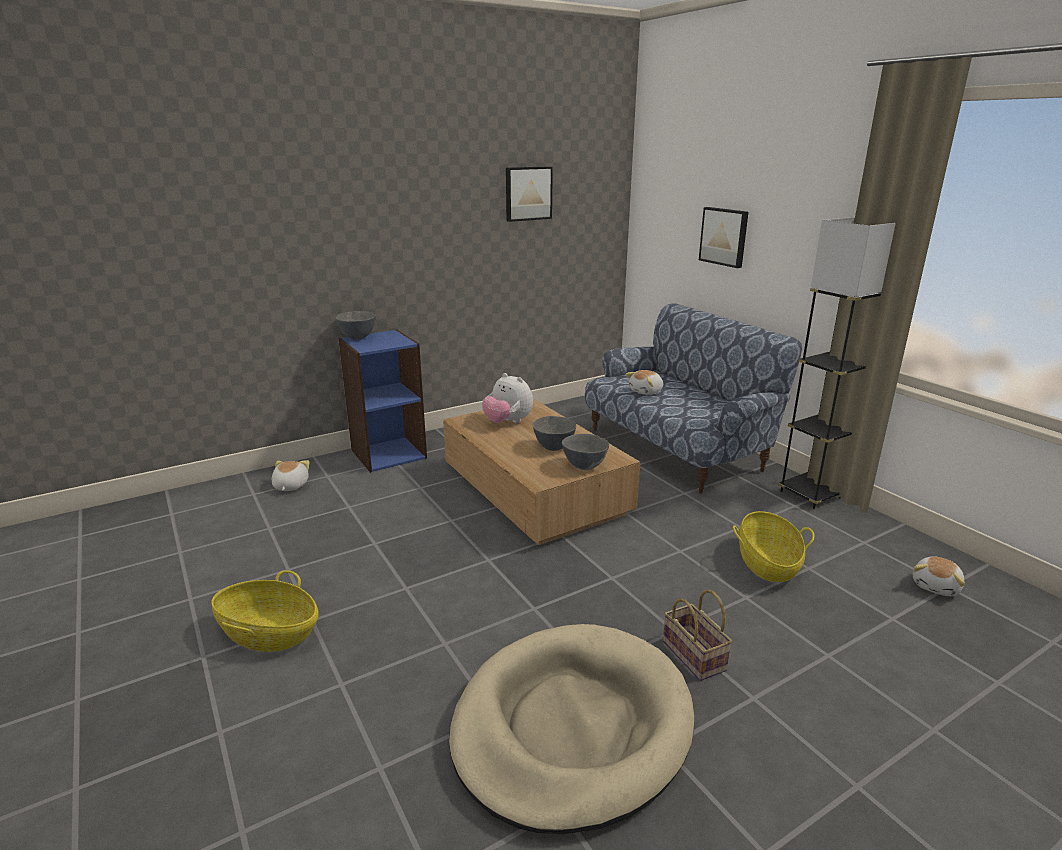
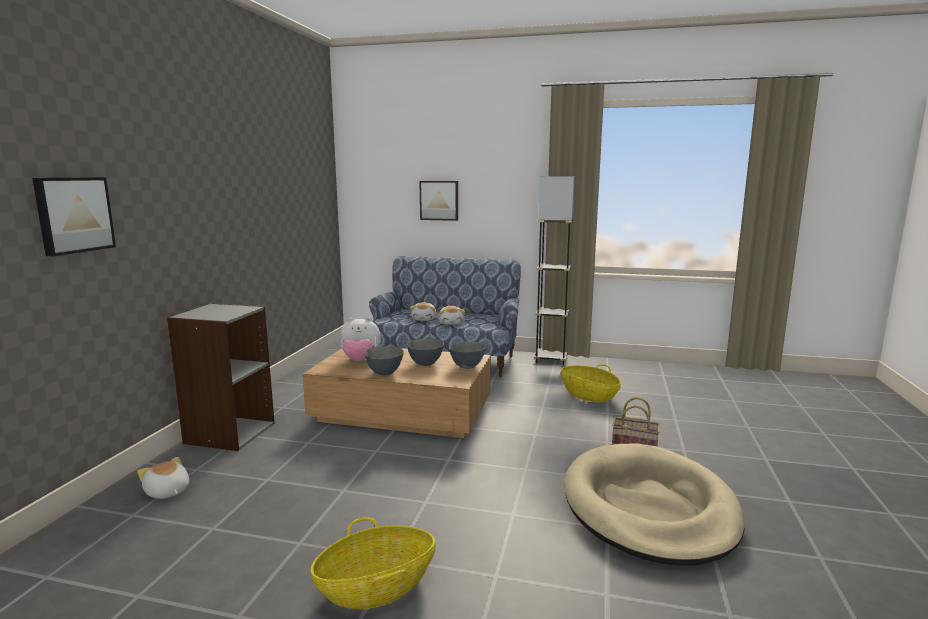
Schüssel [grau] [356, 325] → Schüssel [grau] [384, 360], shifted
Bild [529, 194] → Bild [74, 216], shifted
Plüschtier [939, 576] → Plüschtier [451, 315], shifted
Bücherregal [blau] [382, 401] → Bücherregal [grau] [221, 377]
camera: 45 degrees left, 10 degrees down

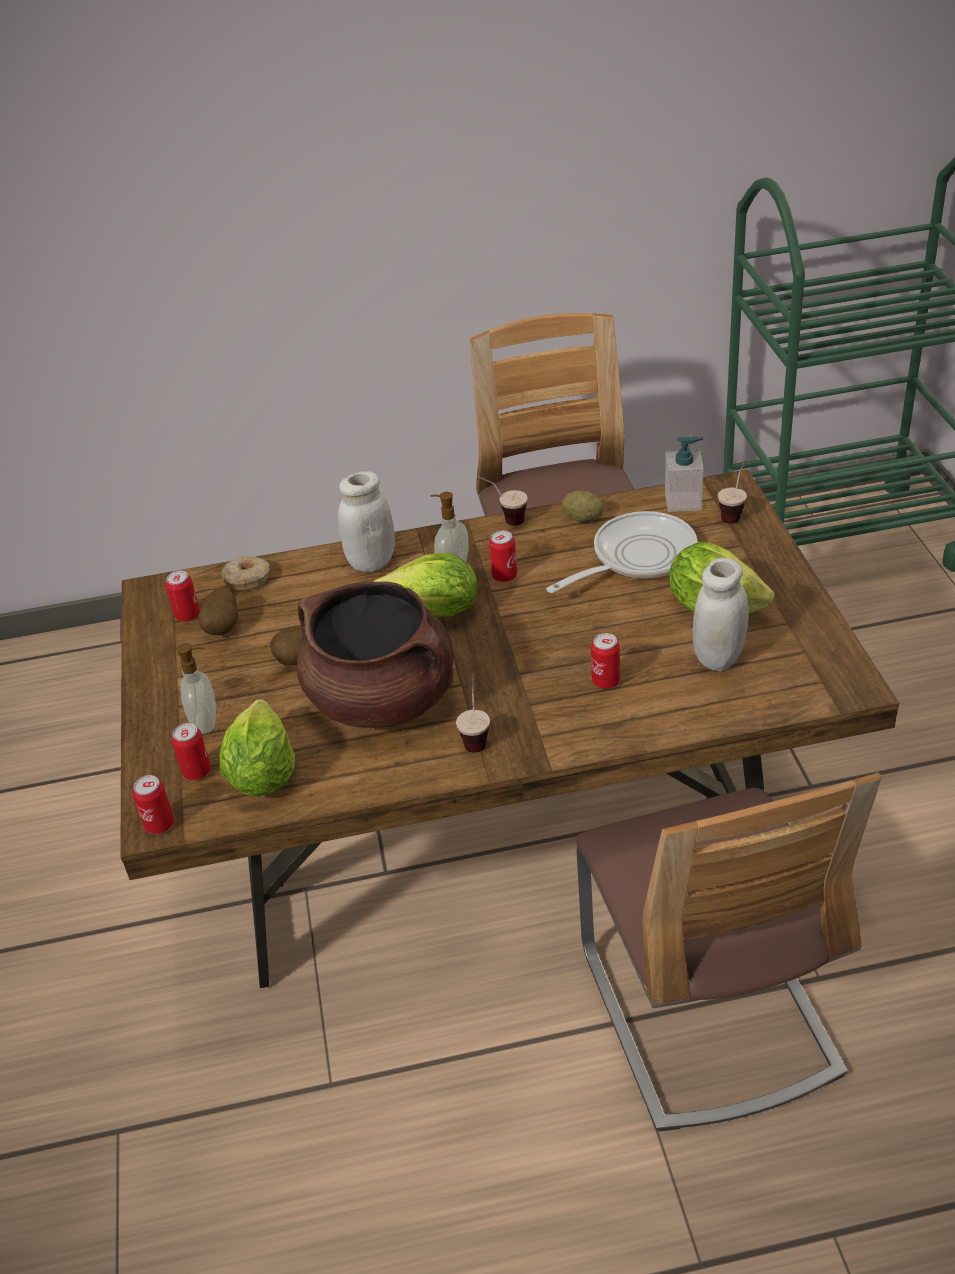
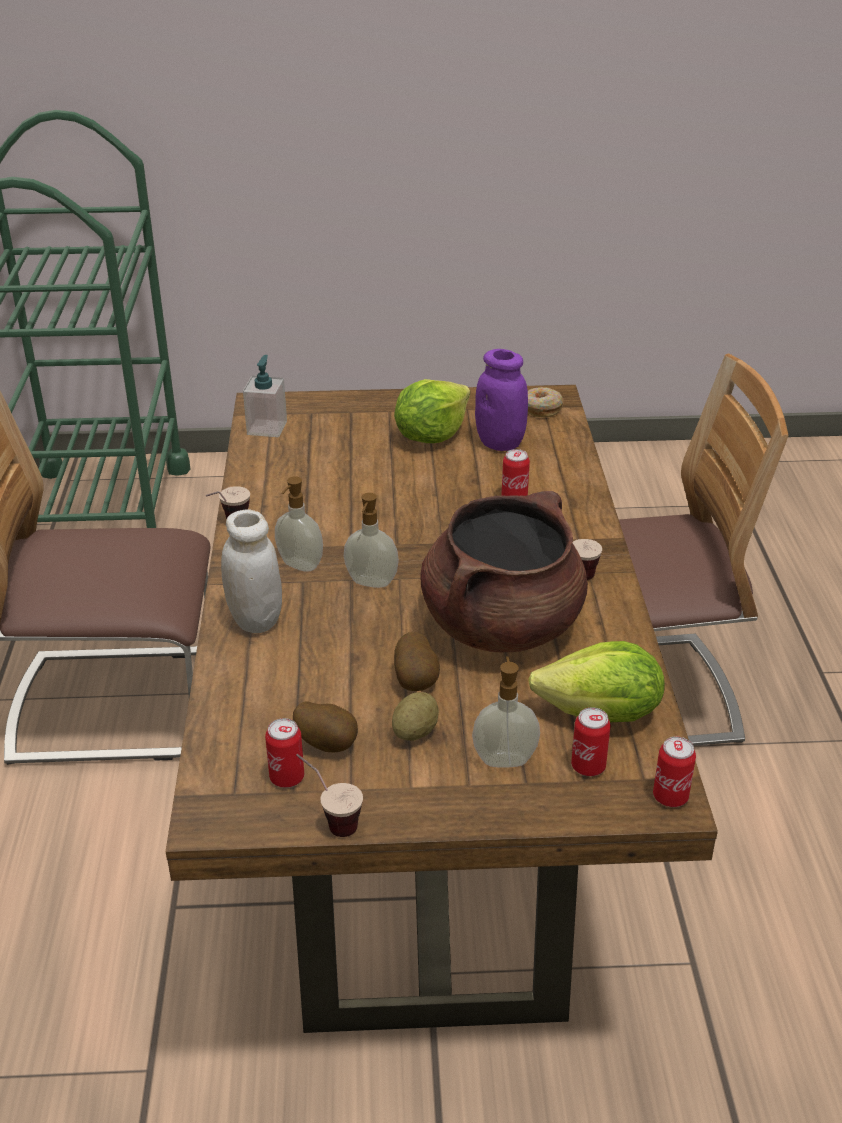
Dose [503, 556] → -
Pfanne [622, 552] → -
Donut [246, 573] → Donut [546, 402], shifted
Kartoffel [582, 506] → Kartoffel [415, 716], shifted
Tasse [732, 491] → Tasse [329, 795], shifted
Salatkopf [425, 585] → Seifenspender [371, 540]
Vorratsglas [weiß] [720, 614] → Vorratsglas [lila] [501, 400]
camera: 85 degrees left, 5 degrees down

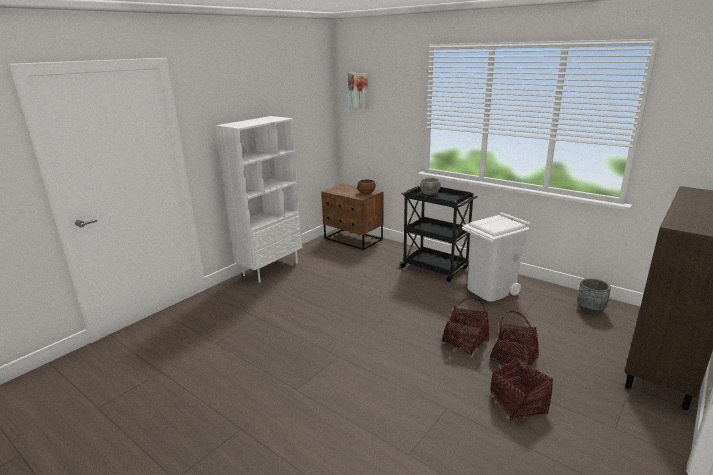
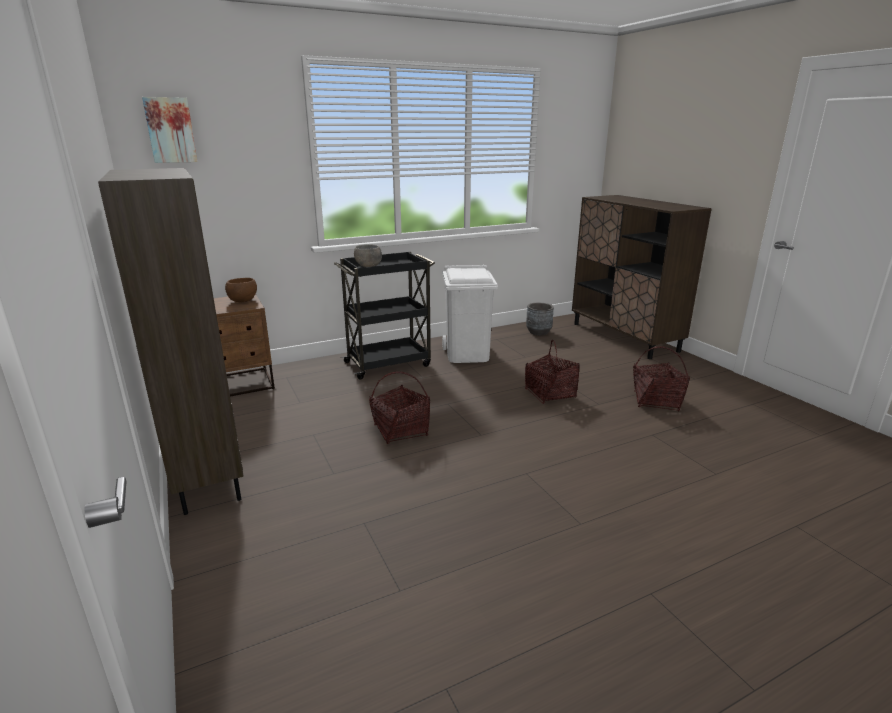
Korb [514, 341] → Korb [399, 407], shifted
Bücherregal [weiß] [259, 199] → Bücherregal [braun] [170, 341]
camera: 65 degrees left, 0 degrees up

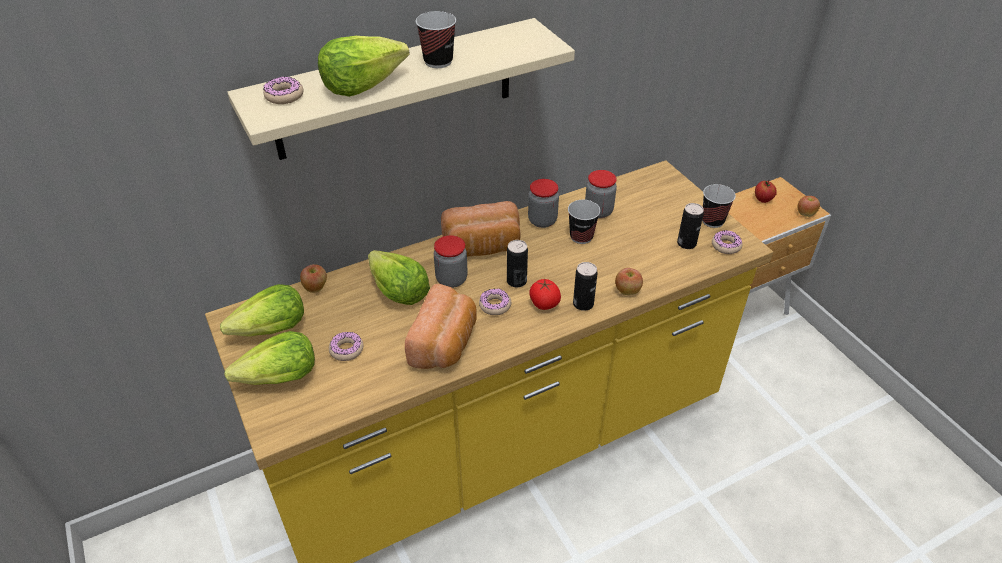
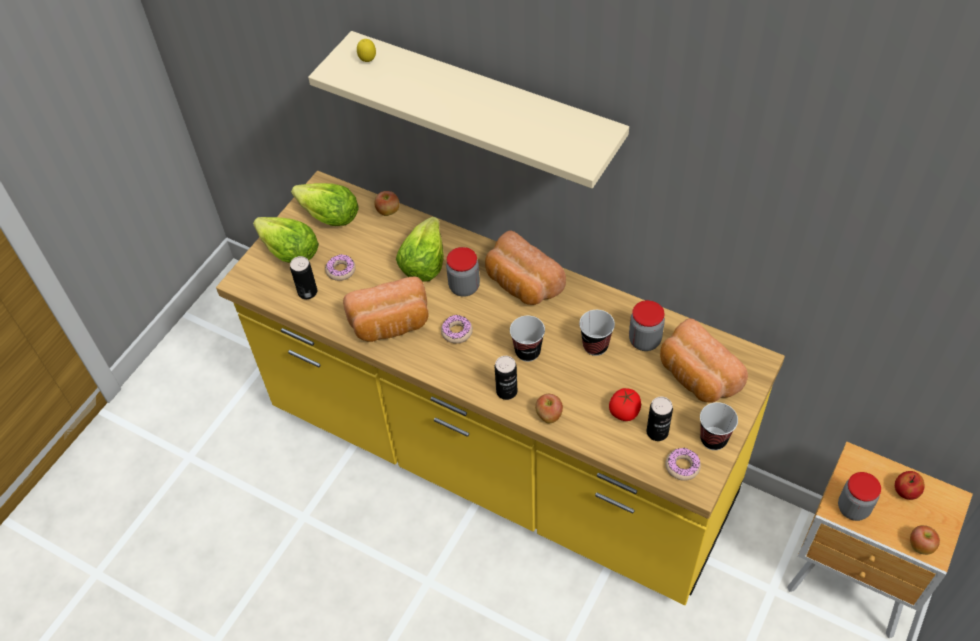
Salatkopf [363, 66] → -
- → Brot [704, 360]
Tasse [436, 39] → Tasse [527, 339], shifted
Dose [517, 263] → Dose [303, 277], shifted
Vorratsglas [543, 203] → Vorratsglas [859, 496], shifted
Tomate [545, 294] → Tomate [625, 404], shifted
Donut [283, 90] → Zitrone [366, 50]
camera: 60 degrees right, 10 degrees up

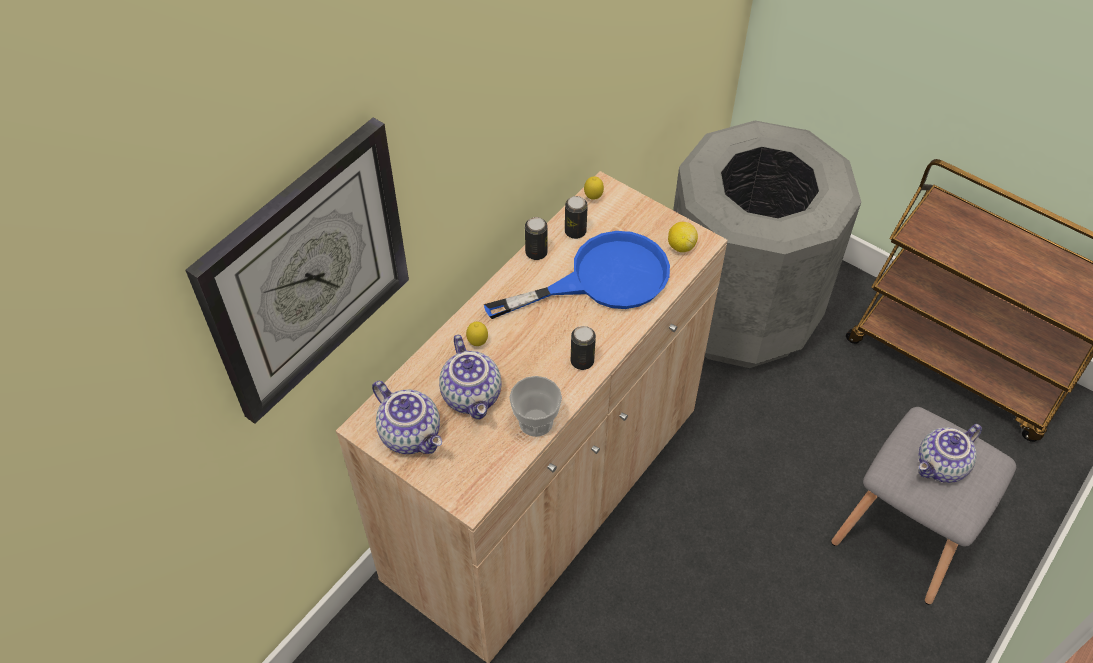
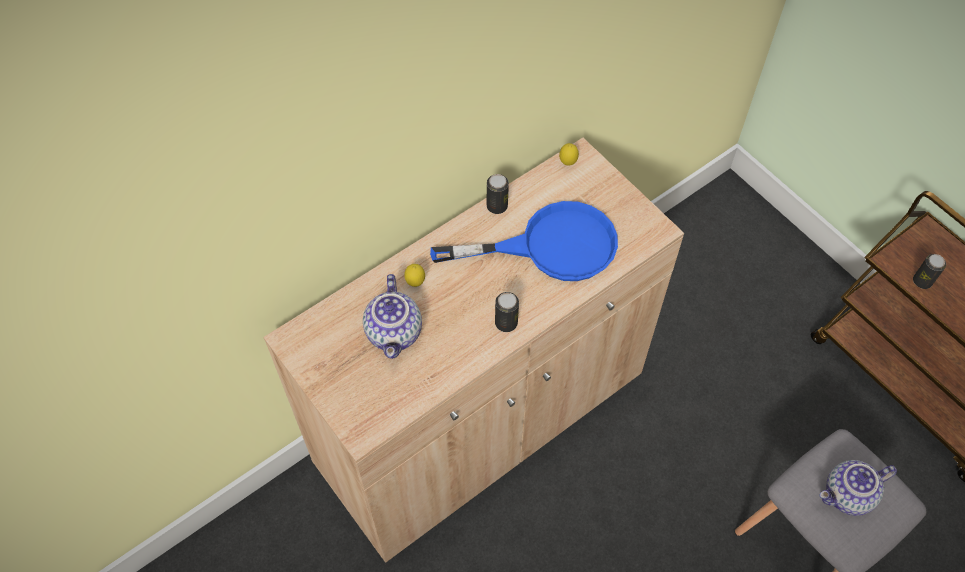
Wanduhr [297, 270] → -
Teekanne [407, 417] → -
Tasse [535, 406] → -
Zitrone [683, 237] → -
Mülleimer [grau] [767, 244] → -
Dose [576, 217] → Dose [929, 271], shifted
camera: 15 degrees right, 5 degrees up

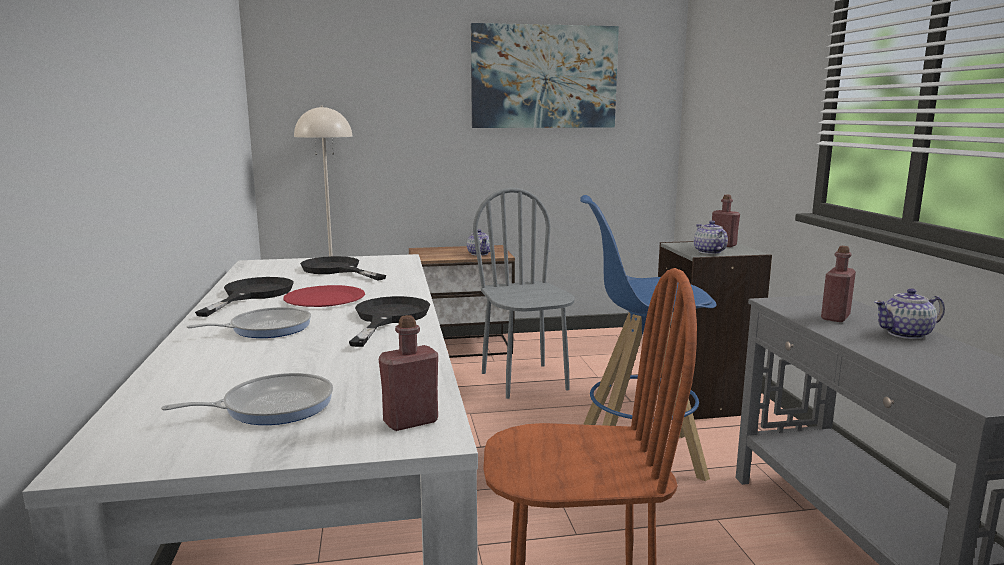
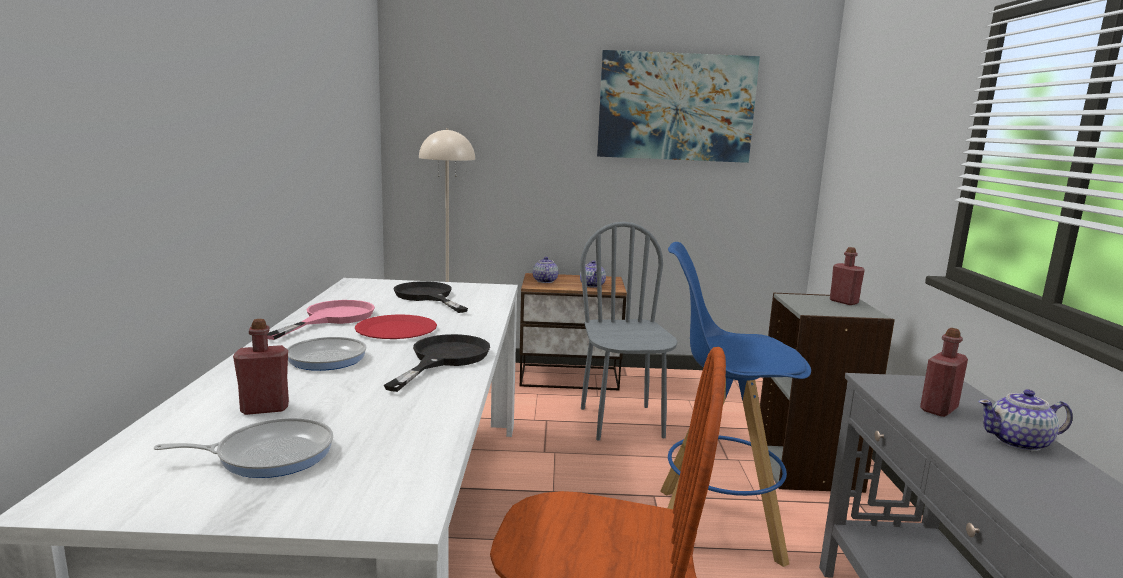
Flasche [rot] [408, 373] → Flasche [rot] [261, 367], shifted
Teekanne [711, 237] → Teekanne [546, 270], shifted
Pfanne [schwarz] [244, 297] → Pfanne [rosa] [321, 320]
camera: 10 degrees right, 0 degrees up

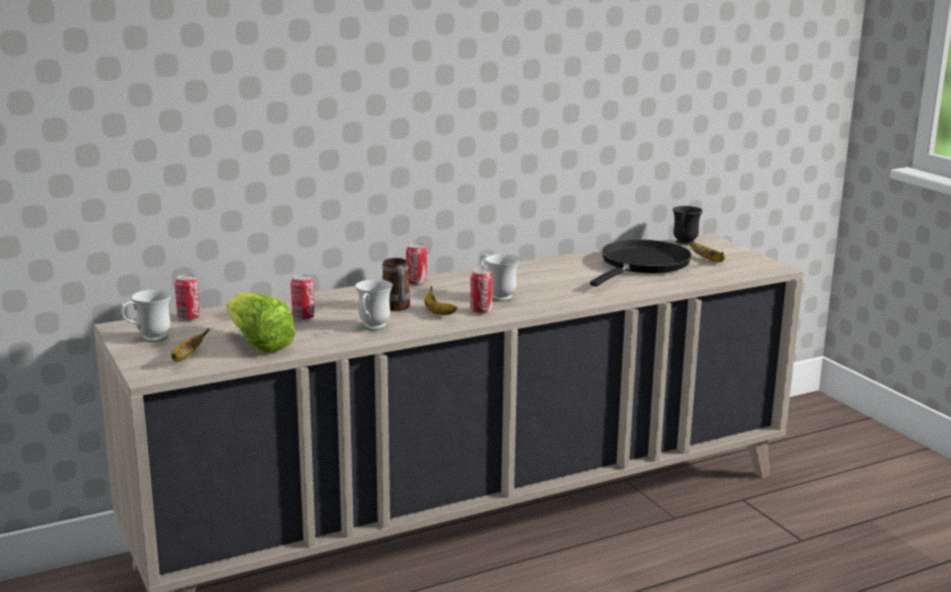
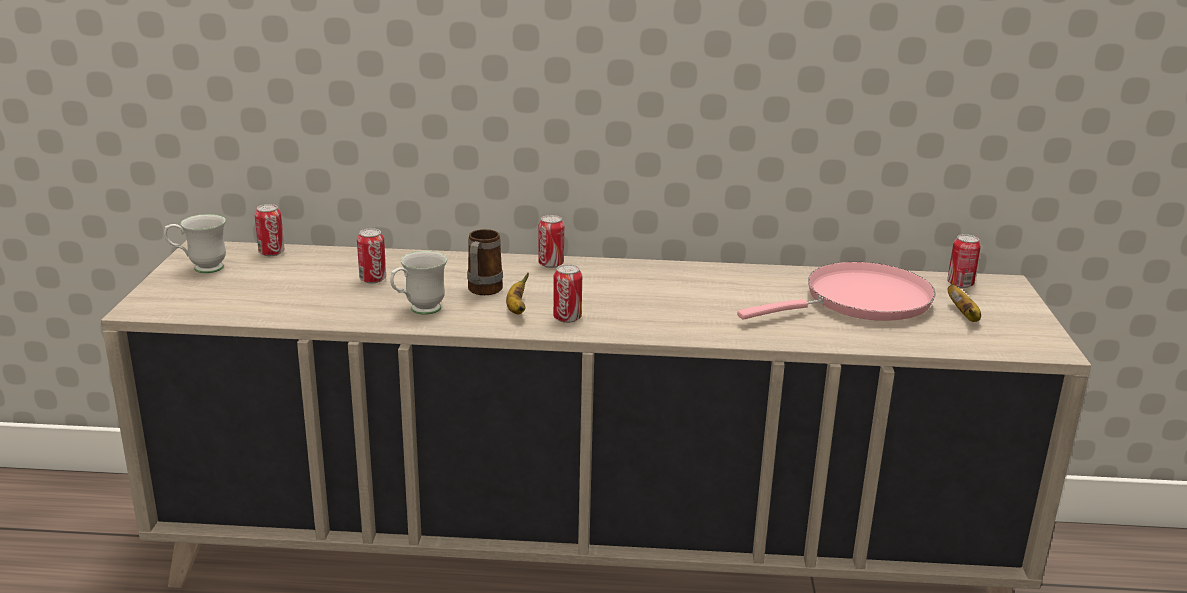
Banane [190, 345] → -
Salatkopf [260, 322] → -
Henkelbecher [weiß] [500, 277] → -
Henkelbecher [schwarz] [687, 226] → Dose [964, 261]
Pfanne [schwarz] [641, 263] → Pfanne [rosa] [836, 291]
camera: 30 degrees right, 5 degrees up

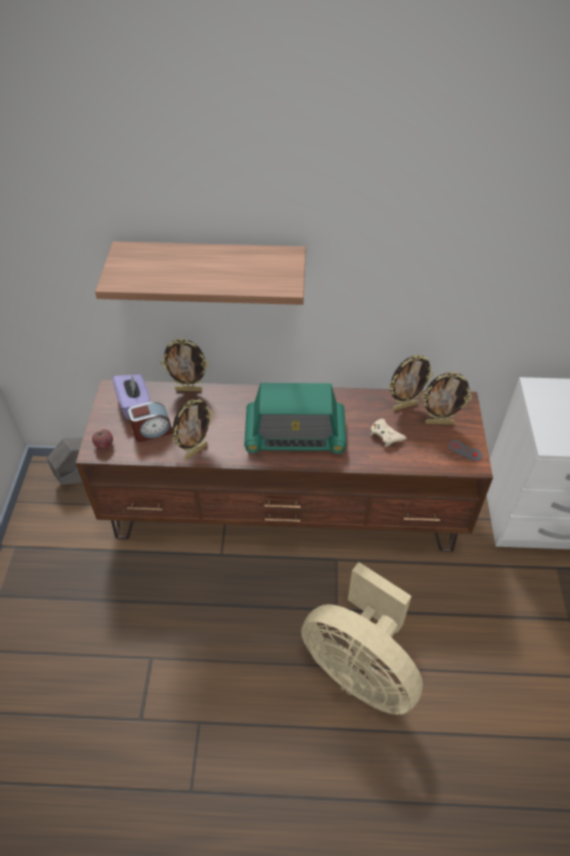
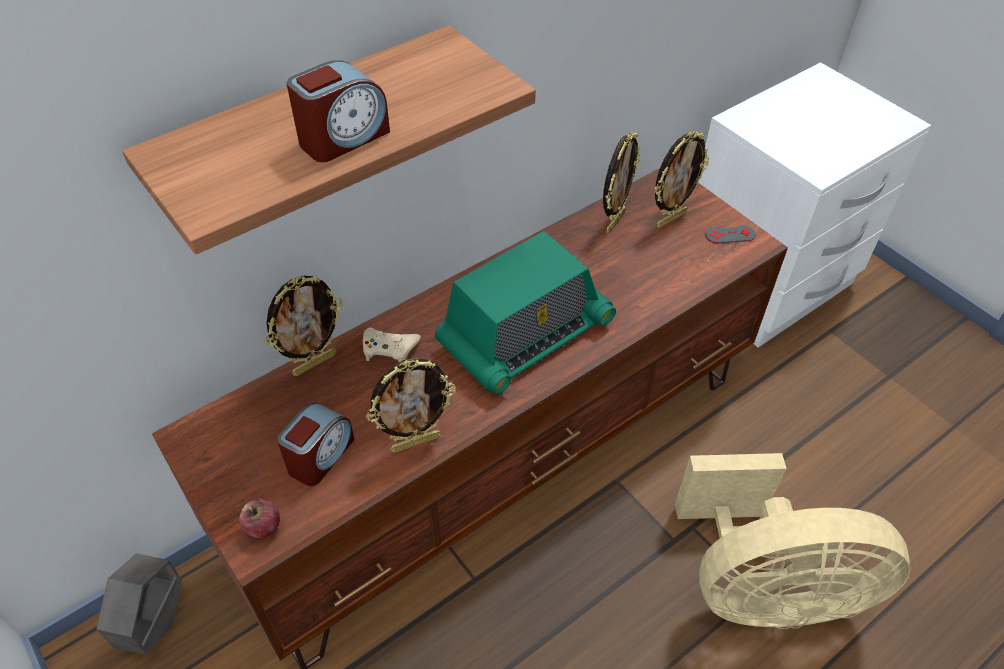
Taschentuchbox [lila] [132, 396] → -
- → Wecker [338, 111]
Gamepad [beige] [388, 433] → Gamepad [beige] [392, 345], shifted
Bilderrahmen [192, 429] → Bilderrahmen [411, 405], 60 degrees clockwise
camera: 40 degrees left, 0 degrees up

